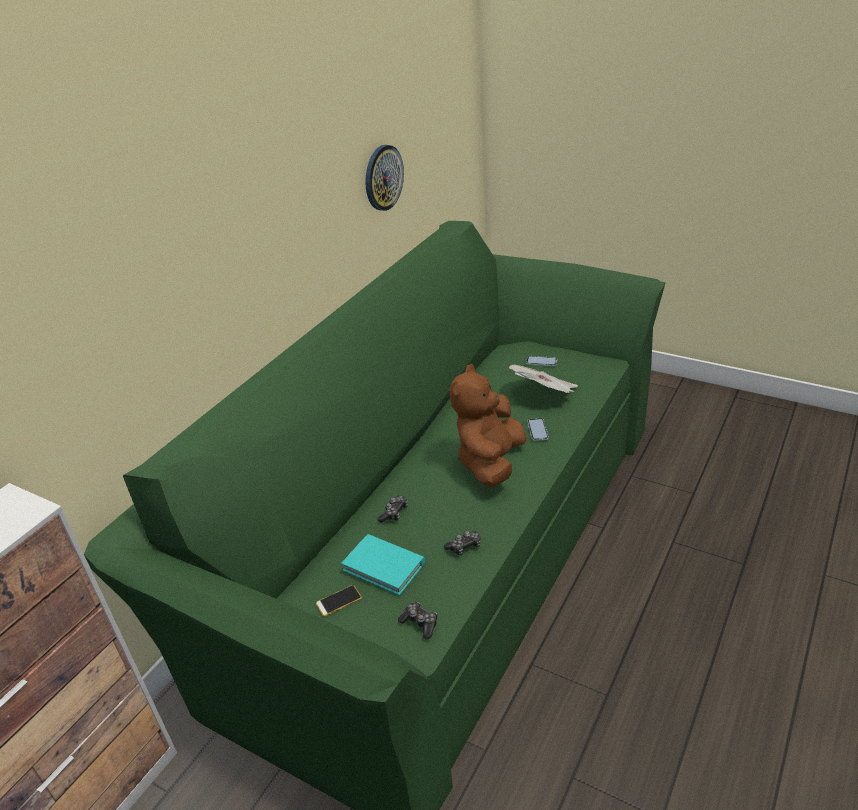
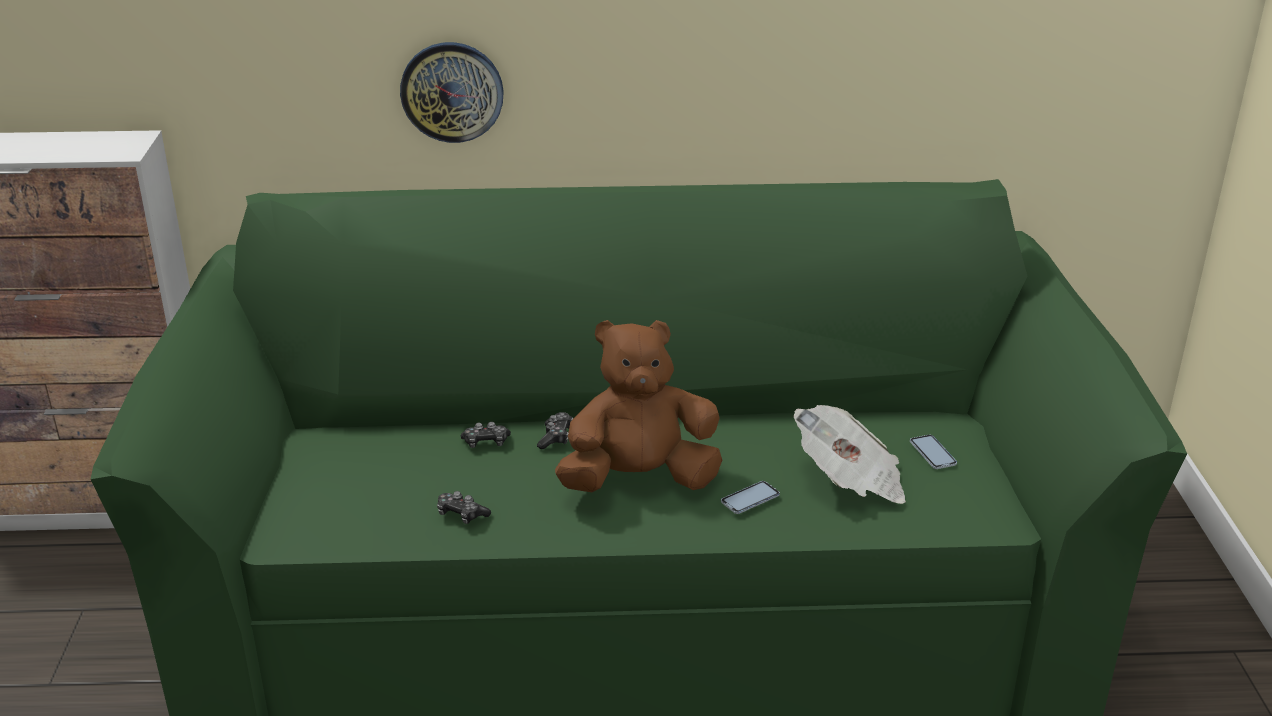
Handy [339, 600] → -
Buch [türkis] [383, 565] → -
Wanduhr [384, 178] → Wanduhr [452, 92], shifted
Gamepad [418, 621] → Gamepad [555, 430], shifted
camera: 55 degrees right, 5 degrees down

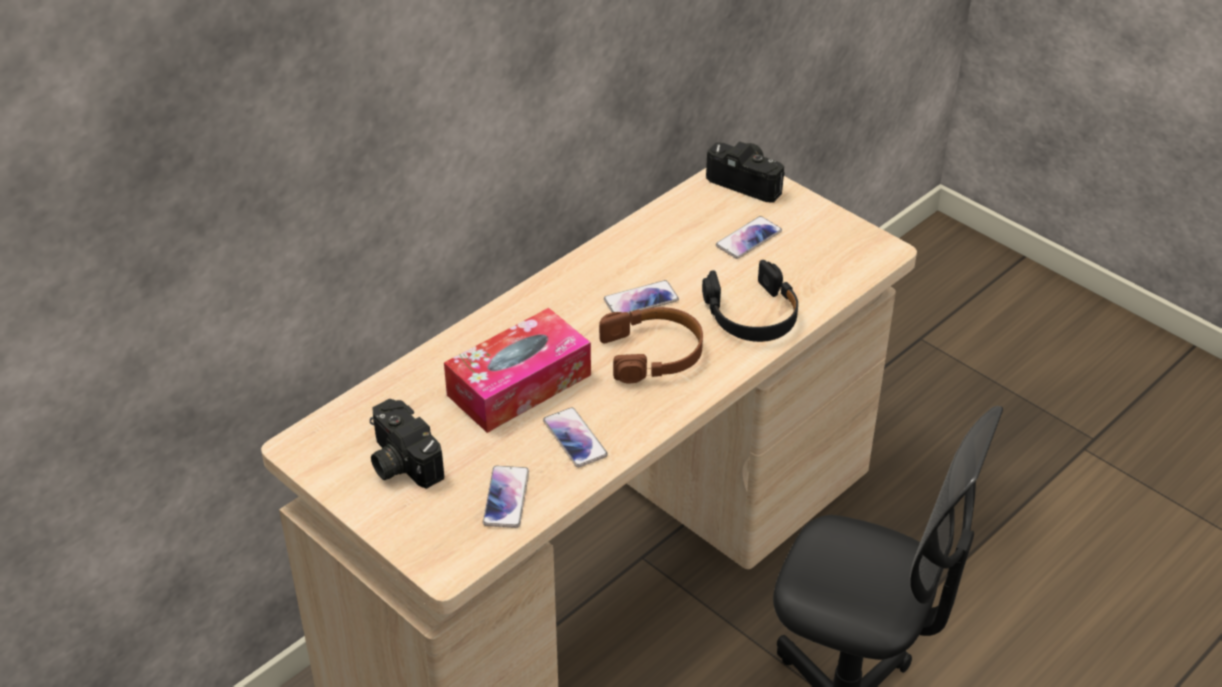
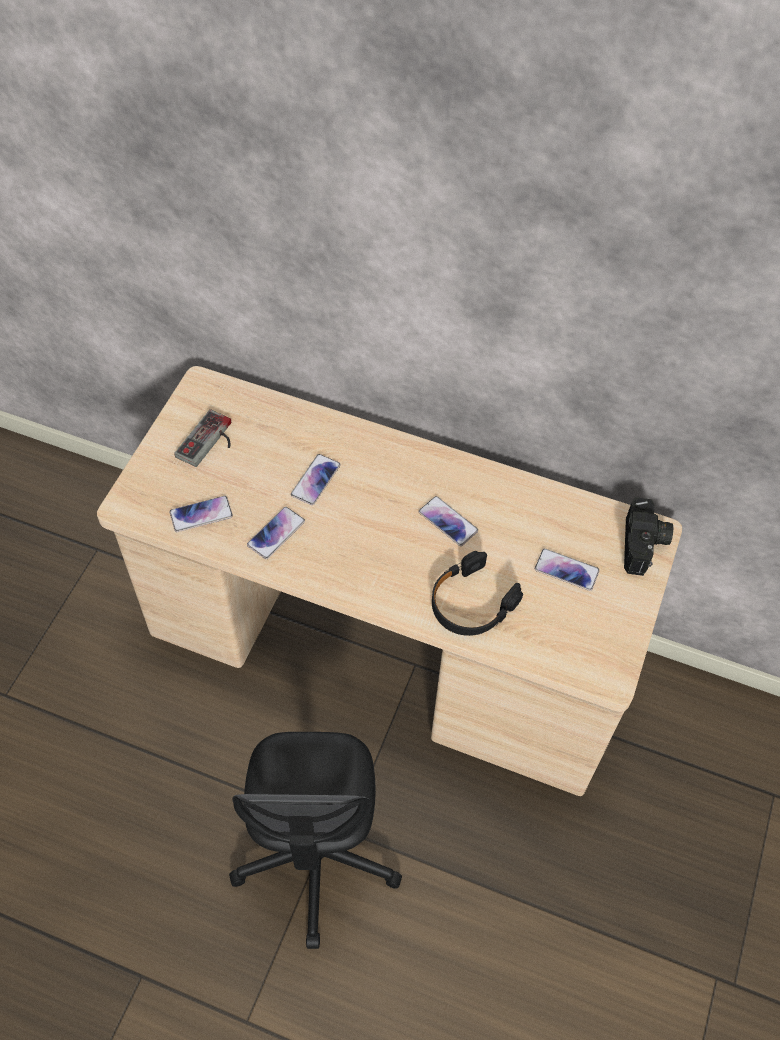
Kopfhörer [braun] [651, 345] → -
Kamera [407, 444] → Gamepad [202, 438]
Taschentuchbox [517, 370] → Handy [316, 479]
camera: 65 degrees right, 15 degrees up

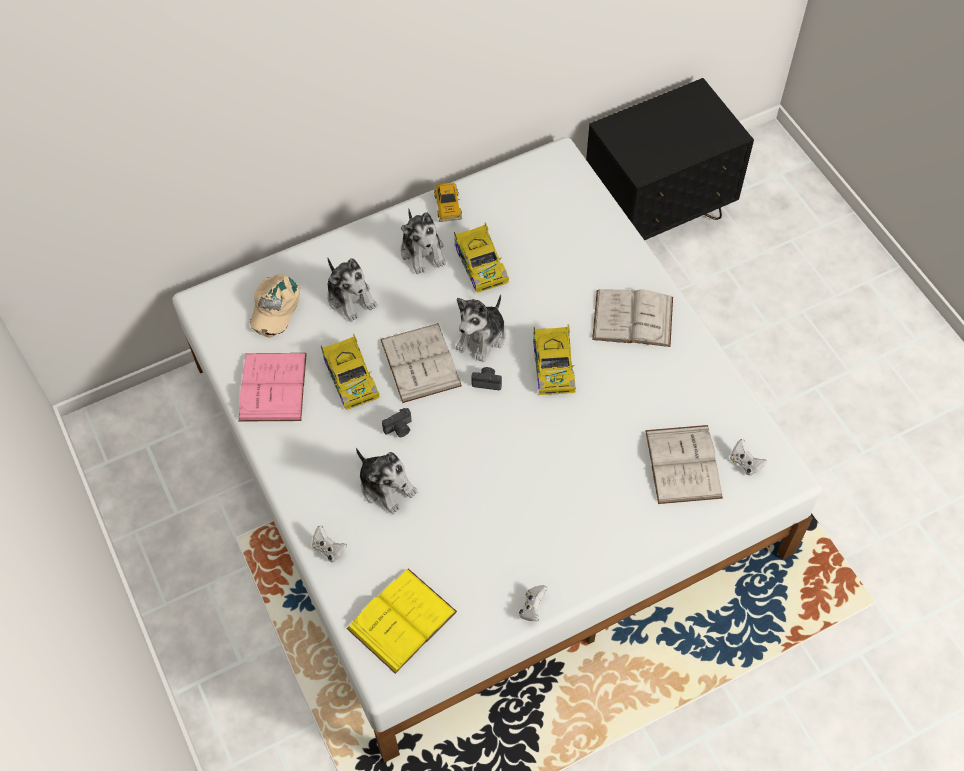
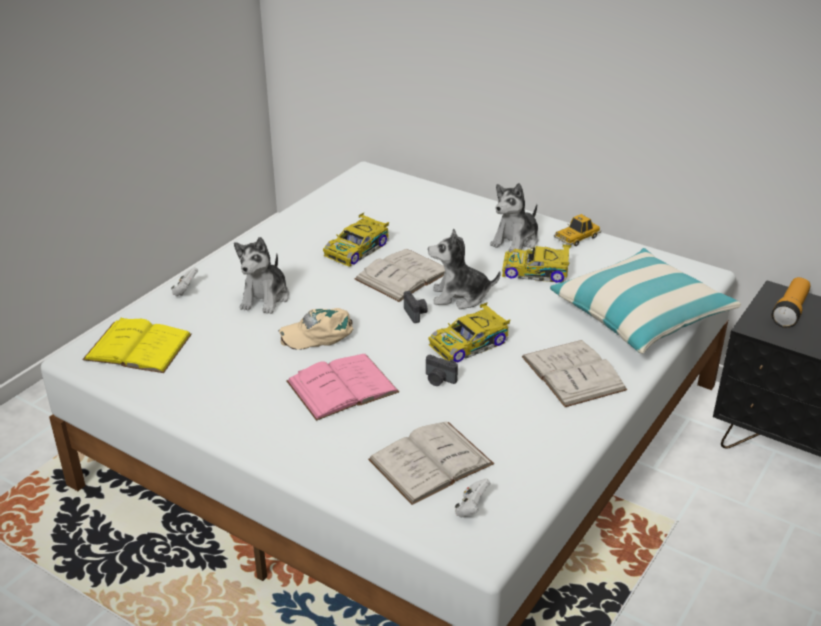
Plüschtier [352, 290] → -
Gamepad [weiß] [533, 603] → -
- → Kissen [645, 301]
- → Taschenlampe [791, 302]
Buch [rosa] [272, 387] → Buch [rosa] [342, 387], shifted
Kappe [beige] [275, 306] → Kappe [beige] [316, 329], shifted
Kamera [397, 422] → Kamera [442, 370], shifted
Spielzeugauto [481, 257] → Spielzeugauto [537, 263], 60 degrees clockwise
camera: 60 degrees right, 25 degrees down

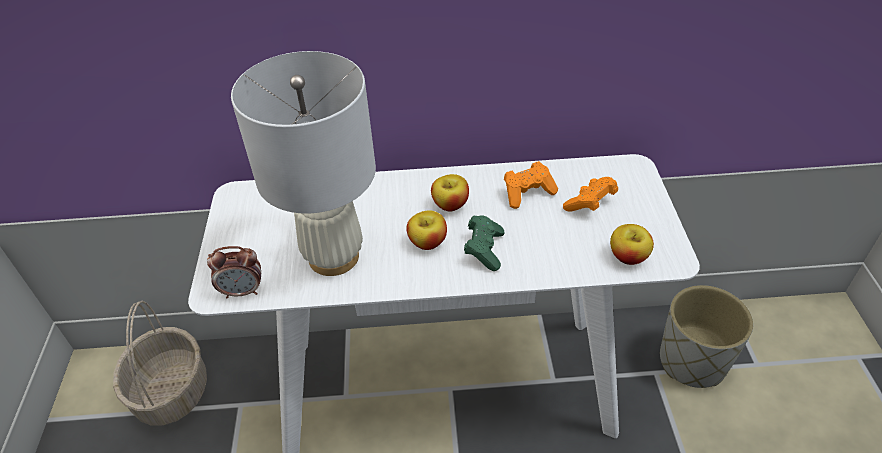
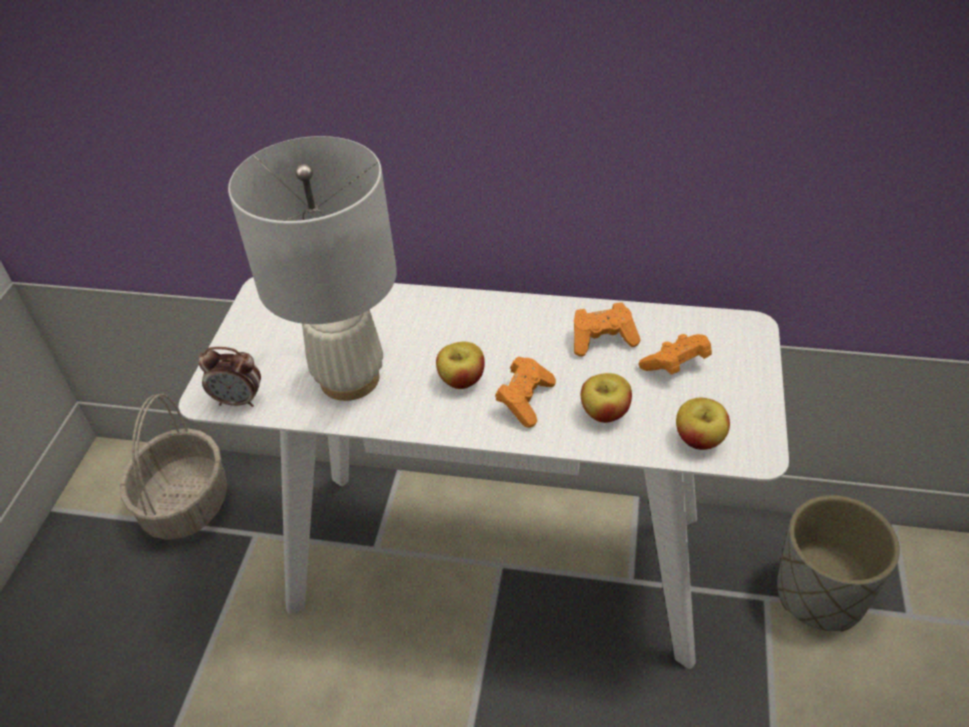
Apfel [450, 193] → Apfel [606, 398], shifted
Gamepad [grün] [484, 243] → Gamepad [orange] [525, 392]
camera: 15 degrees right, 0 degrees up

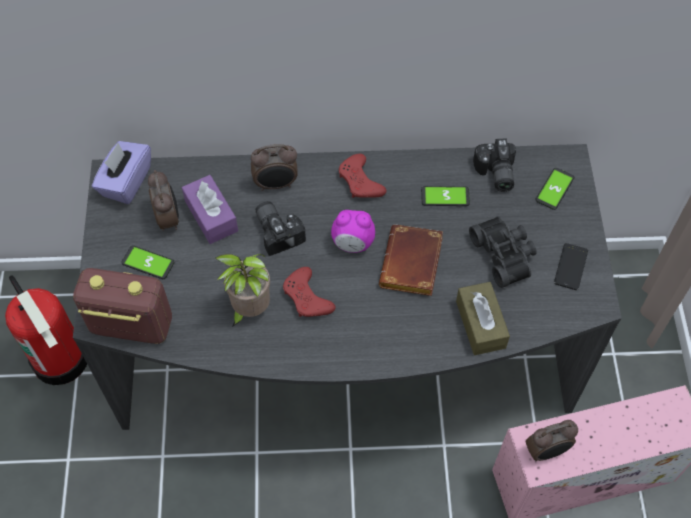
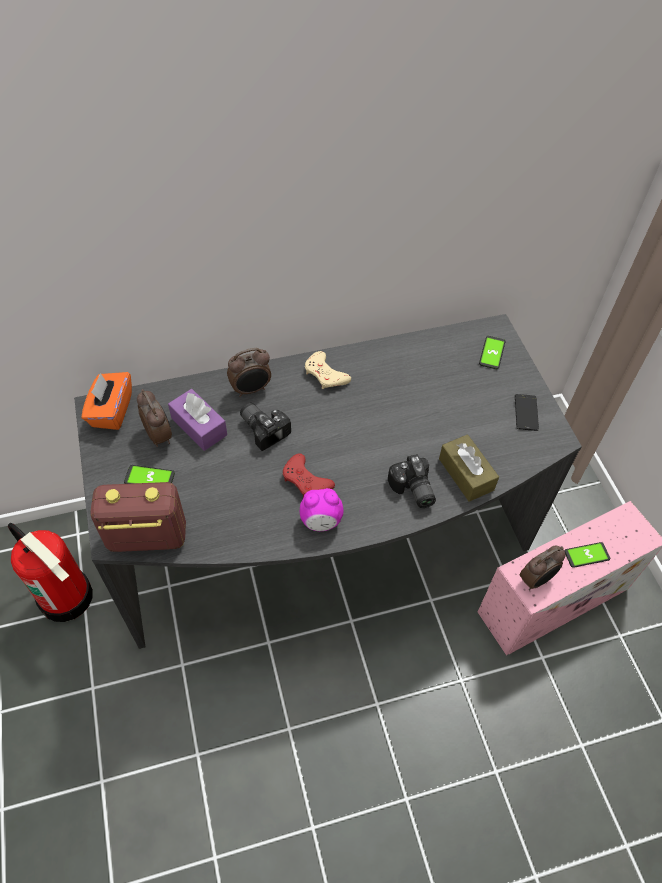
Topfpflanze [242, 290] → -
Buch [braun] [411, 260] → -
Fernglas [schwarz] [503, 252] → -
Wecker [353, 231] → Wecker [322, 509], shifted
Handy [445, 196] → Handy [587, 555], shifted
Kamera [494, 165] → Kamera [412, 481], shifted
Taschentuchbox [lila] [121, 172] → Taschentuchbox [orange] [107, 401]
Gamepad [rot] [363, 176] → Gamepad [beige] [328, 370]
camera: 15 degrees left, 5 degrees down

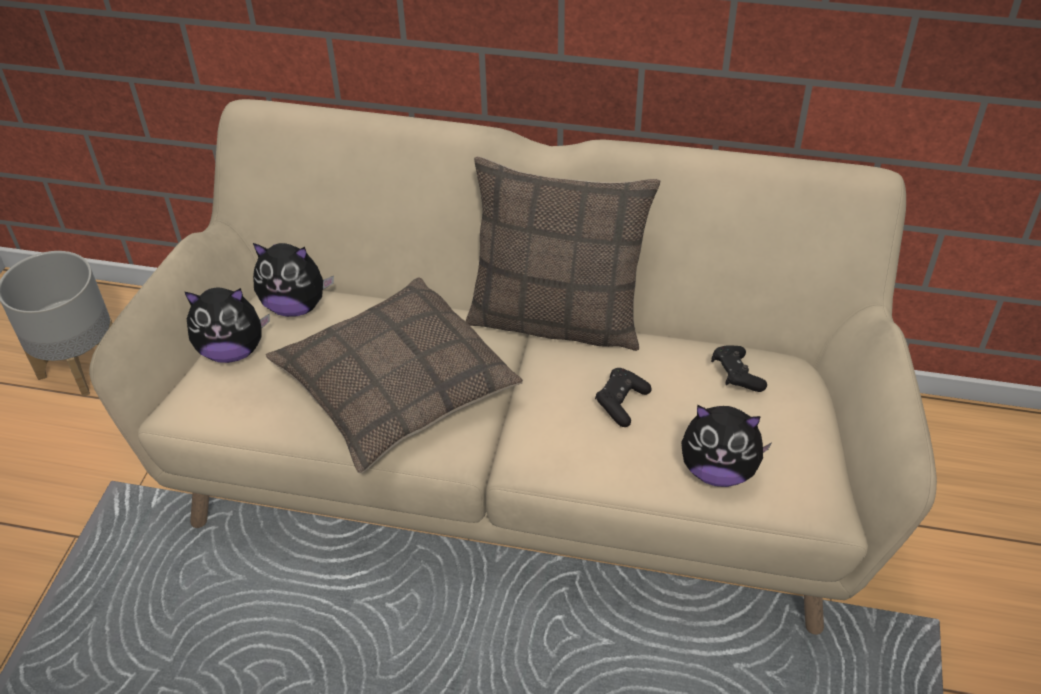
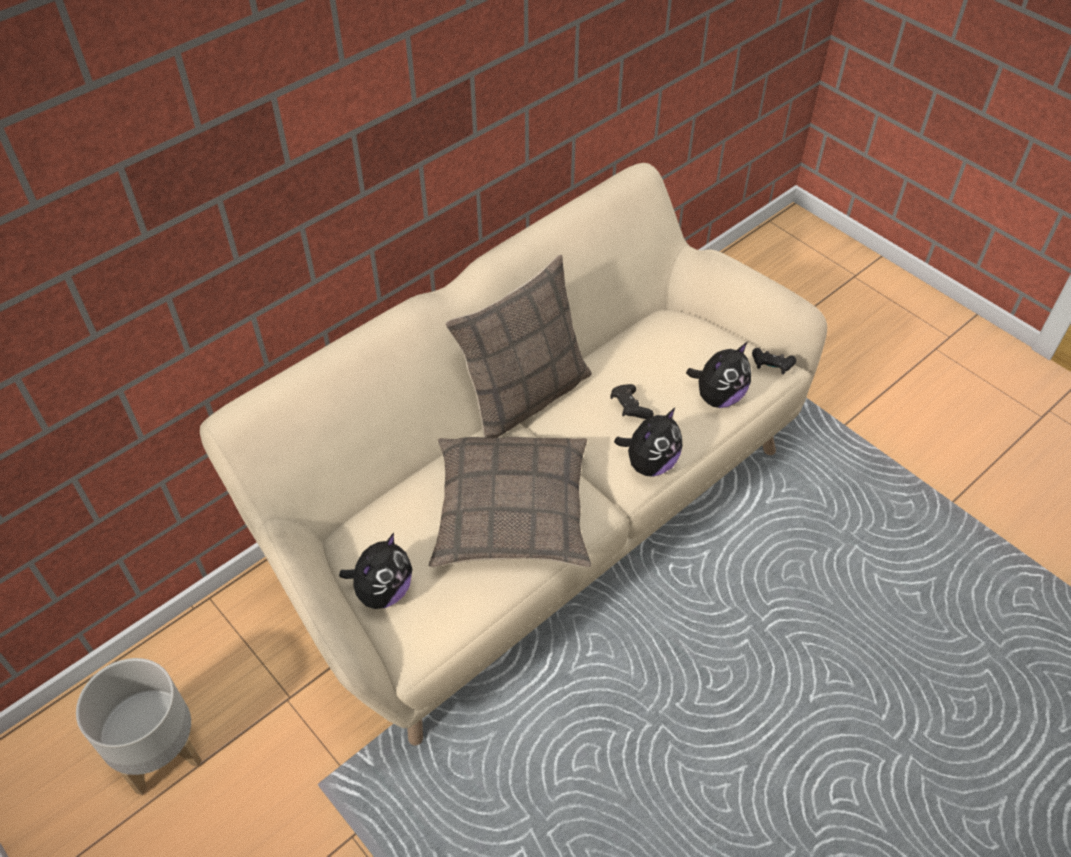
Plüschtier [293, 280] → Plüschtier [648, 442], shifted
Gamepad [schwarz] [739, 368] → Gamepad [schwarz] [774, 361], shifted
camera: 55 degrees left, 5 degrees up

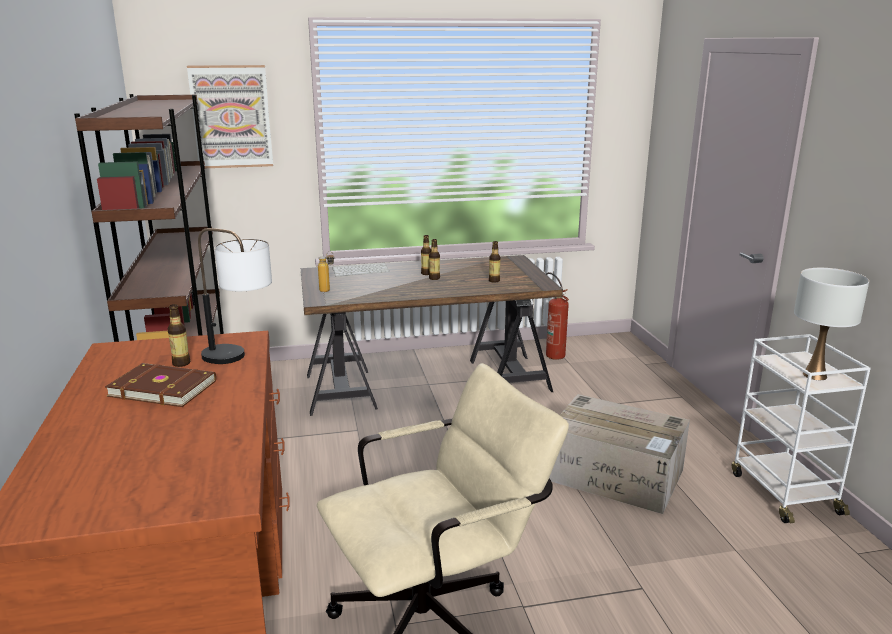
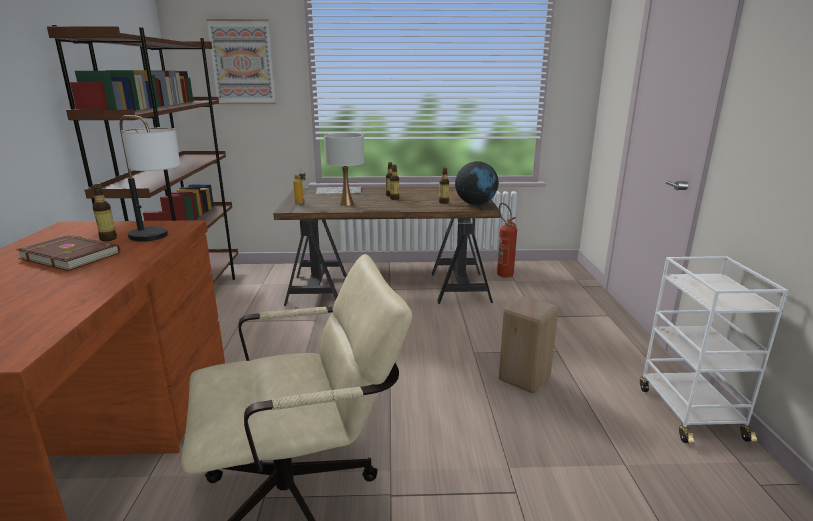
- → Globus [477, 183]
Tischlampe [weiß] [831, 324] → Tischlampe [weiß] [344, 169], shifted
Karton [619, 454] → Hocker [beige] [529, 344]
camera: 10 degrees right, 0 degrees up

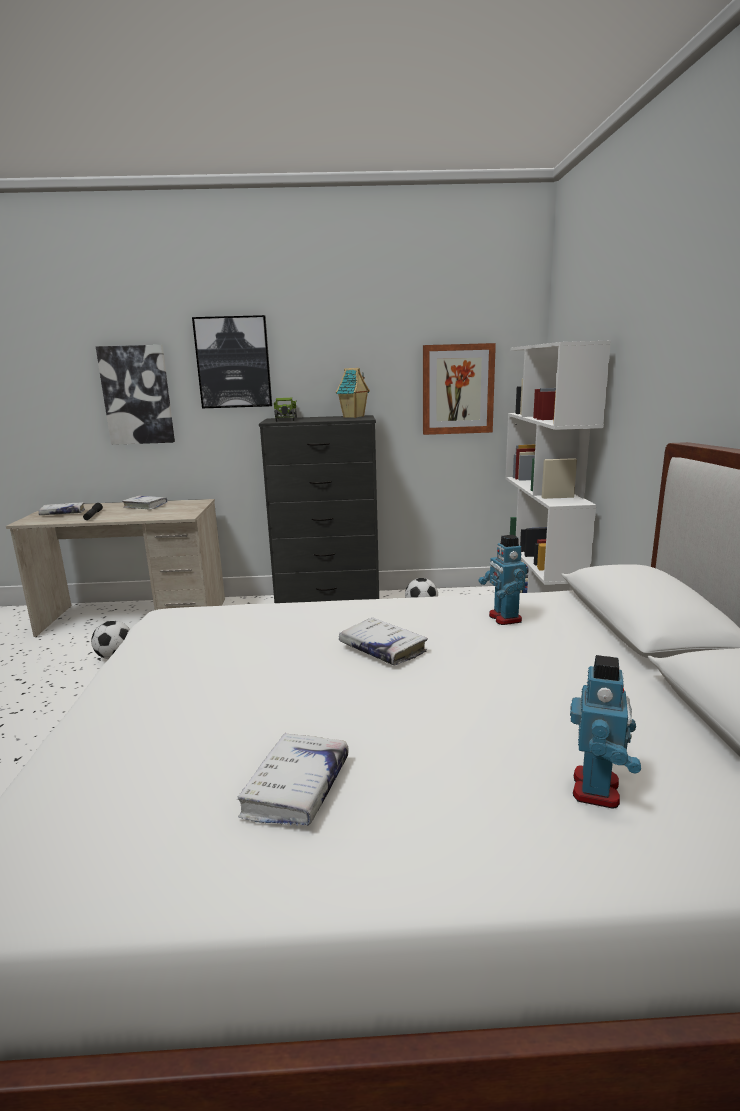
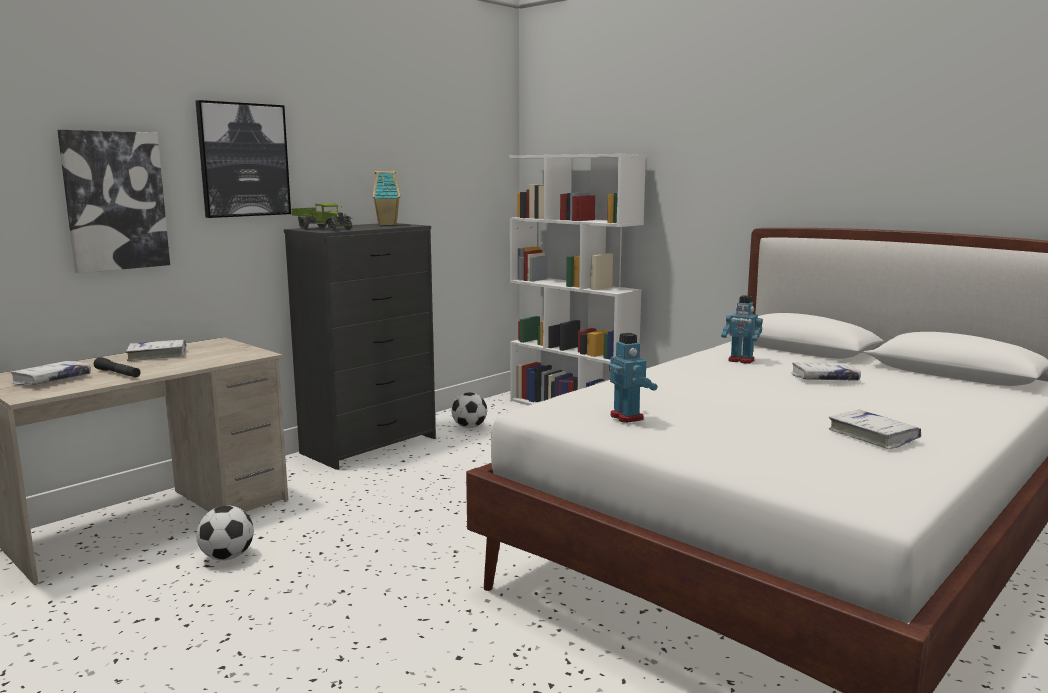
Bild [459, 389] → -
Buch [weiß] [383, 641] → Buch [weiß] [826, 371], shifted
Spielzeugroboter [605, 731] → Spielzeugroboter [633, 378], shifted
camera: 45 degrees left, 5 degrees down

